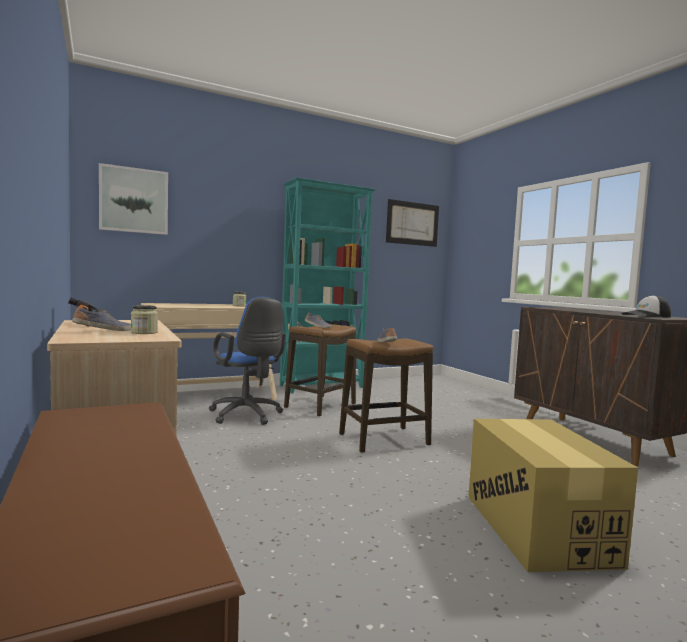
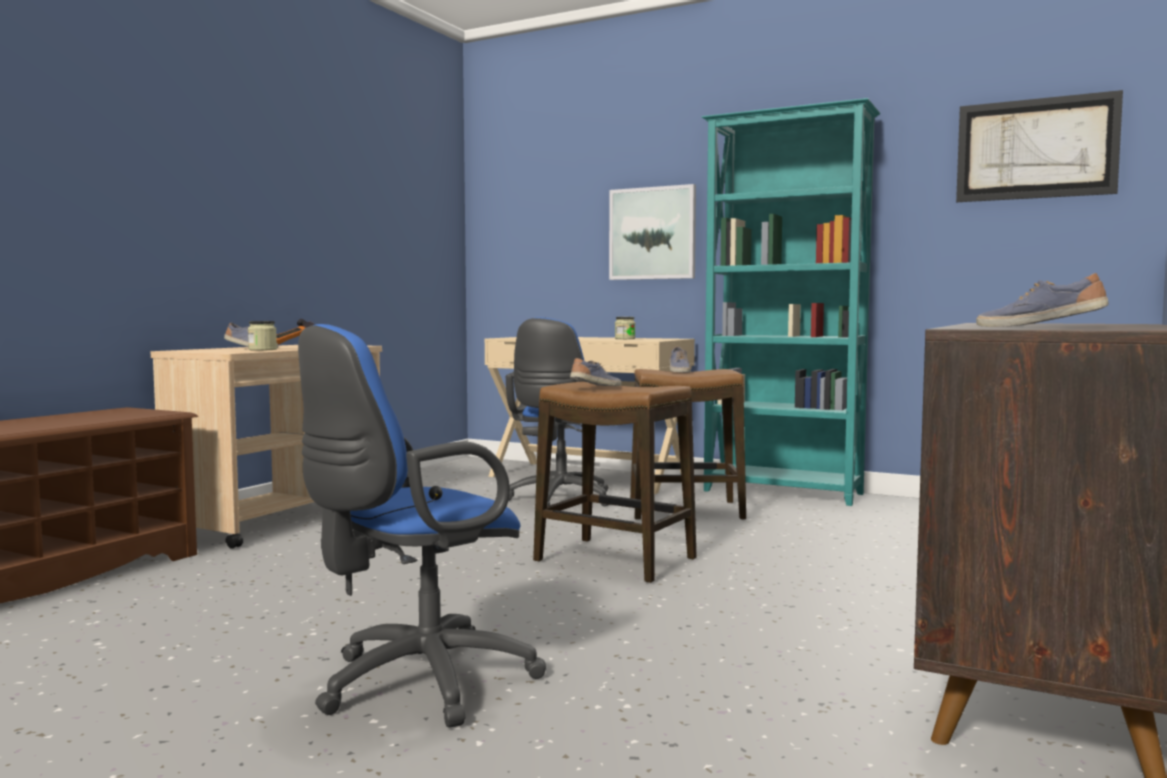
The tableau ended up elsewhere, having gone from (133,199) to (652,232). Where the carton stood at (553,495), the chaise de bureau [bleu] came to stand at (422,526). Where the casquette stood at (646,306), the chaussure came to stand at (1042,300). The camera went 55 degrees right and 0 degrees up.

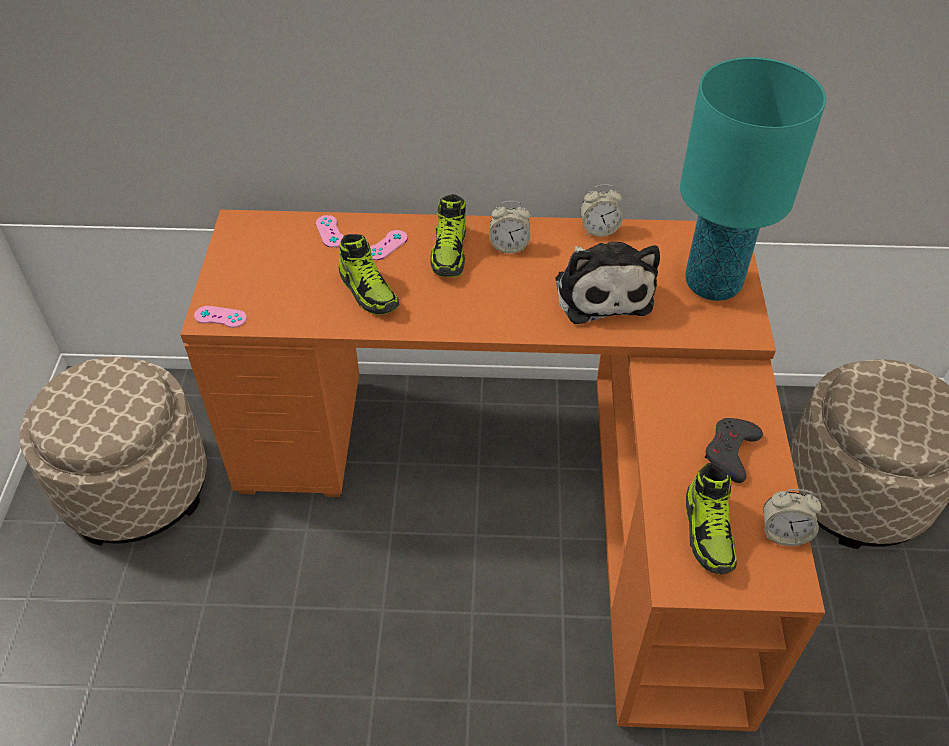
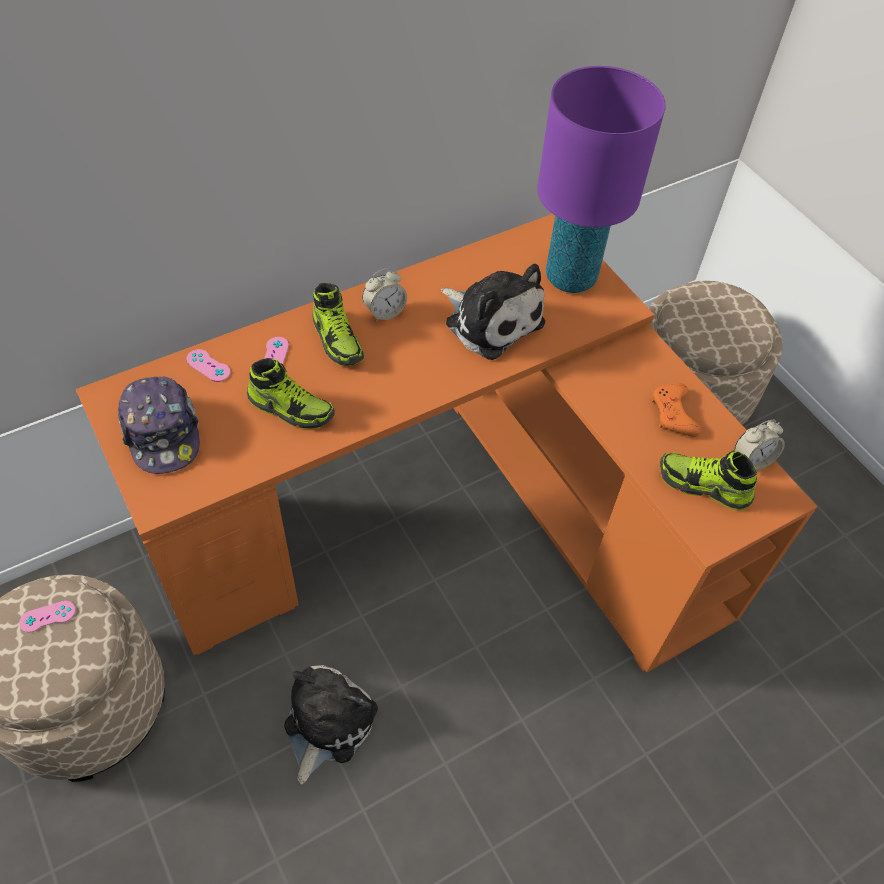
The second view lost the réveil at (601,210). The second view gained the casquette at (159,425). The second view gained the peluche at (331,724). The manette [rose] ended up elsewhere, having gone from (220,317) to (47,617). What was the lampe de table [turquoise] at (753,179) turned into the lampe de table [violet] at (601,179). What was the manette [gris] at (734,450) turned into the manette [orange] at (676,409). The chaussure at (711,519) ended up facing another way, 150 degrees clockwise from before. The camera went 35 degrees left and 5 degrees up.

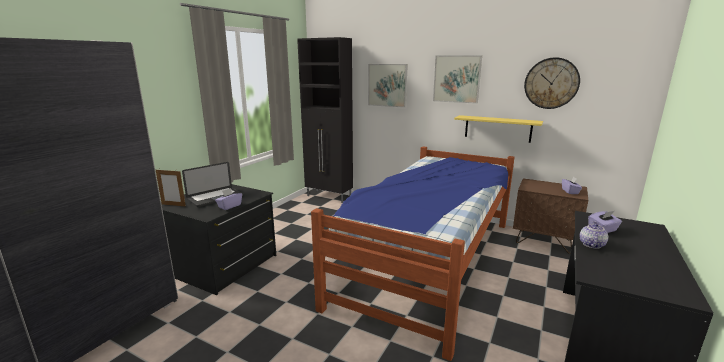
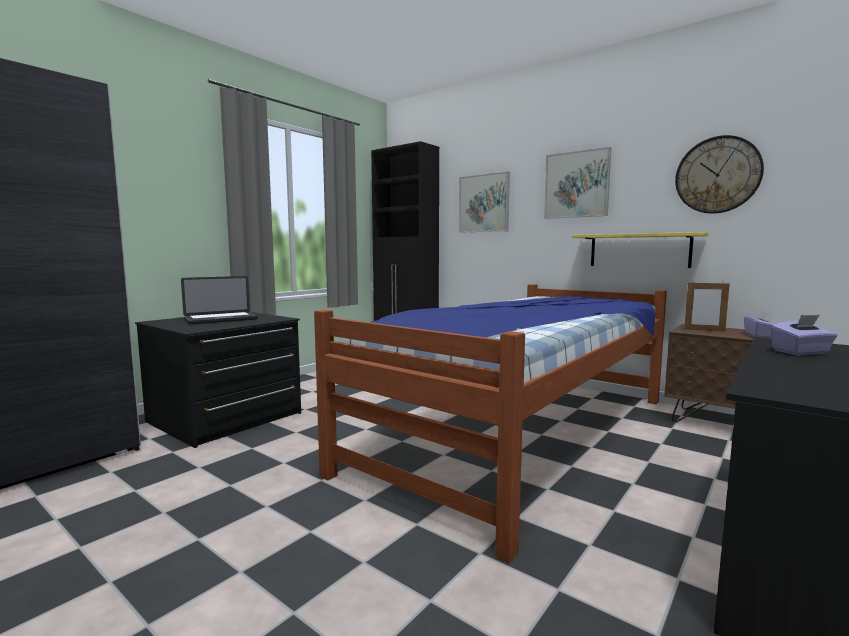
The second view lost the boîte à mouchoirs [violet] at (228,199). The second view lost the théière at (593,235). The cadre photo ended up elsewhere, having gone from (171,188) to (707,307). The camera went 10 degrees right and 10 degrees down.

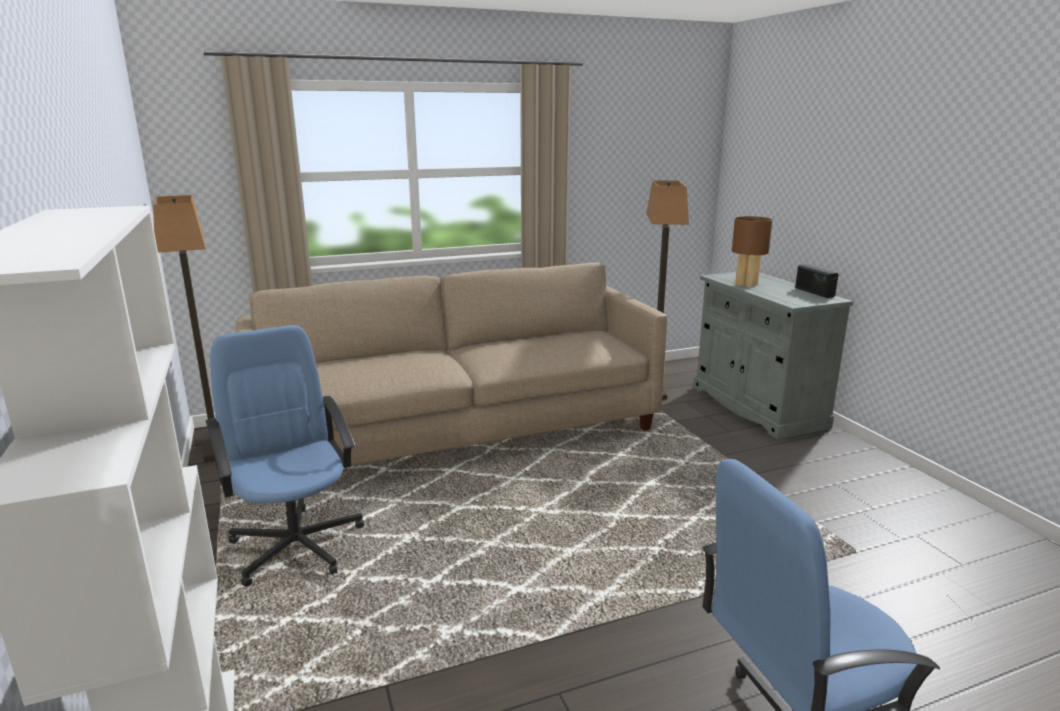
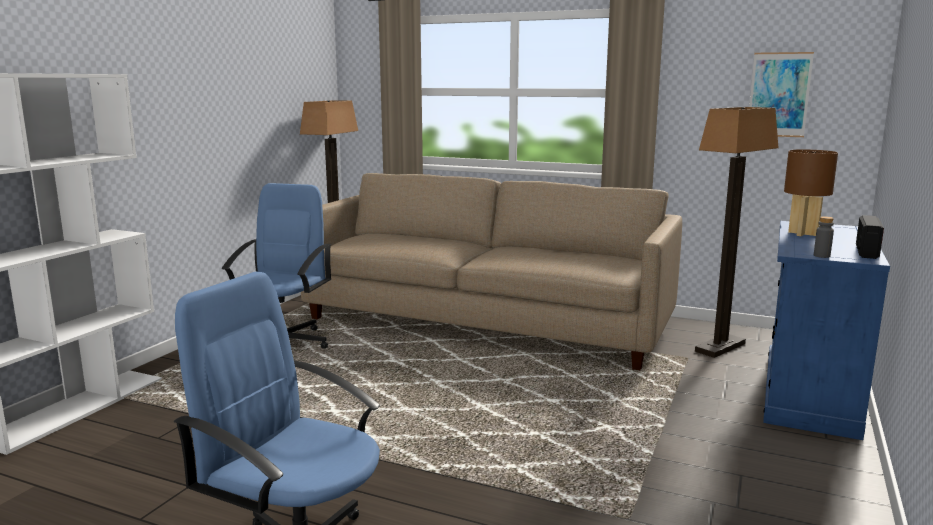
The second view gained the tableau at (781,94). The second view gained the bouteille [gris] at (824,237). What was the meuble de rangement [gris] at (773,355) turned into the meuble de rangement [bleu] at (826,330). The camera went 45 degrees right and 5 degrees down.

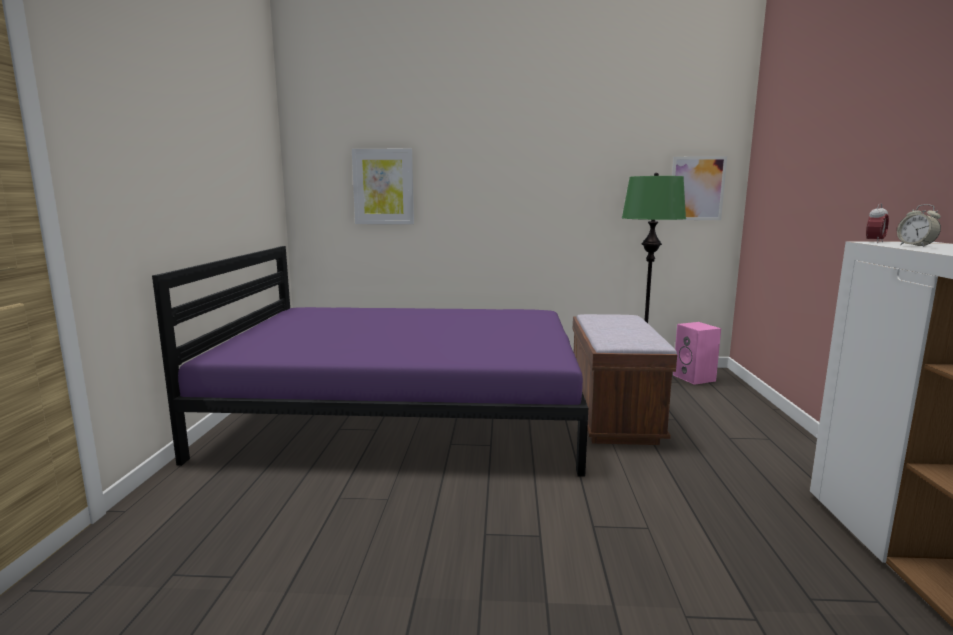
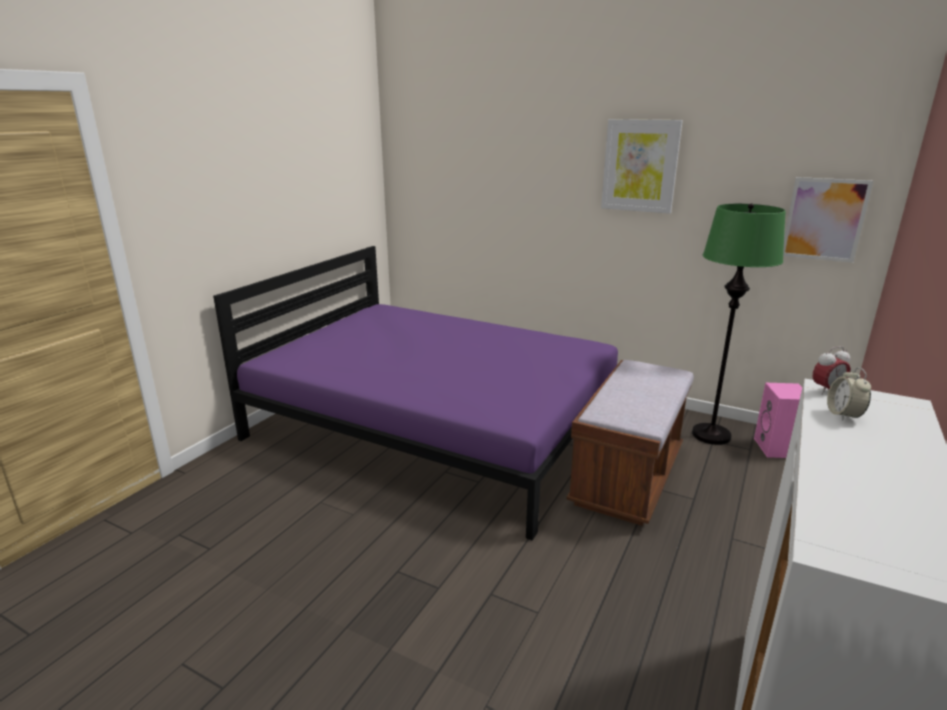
The tableau ended up elsewhere, having gone from (383,186) to (642,166). The camera went 25 degrees right and 10 degrees up.

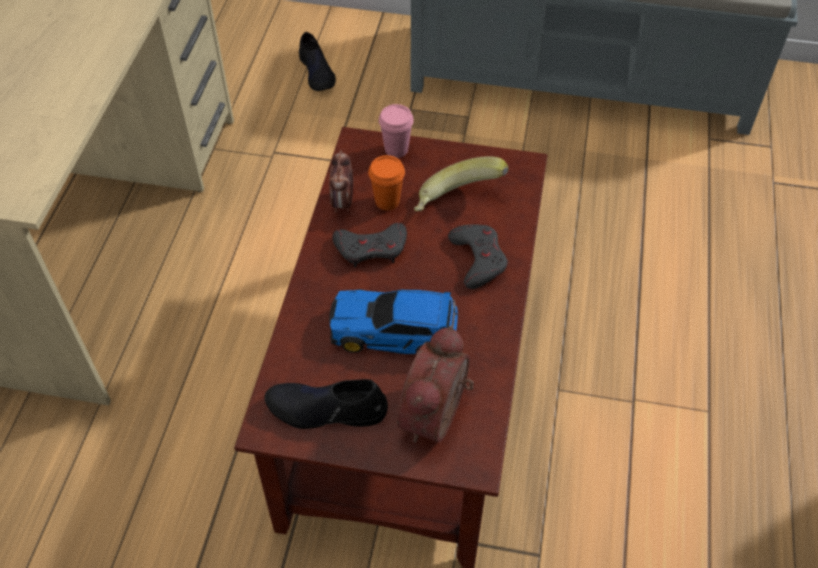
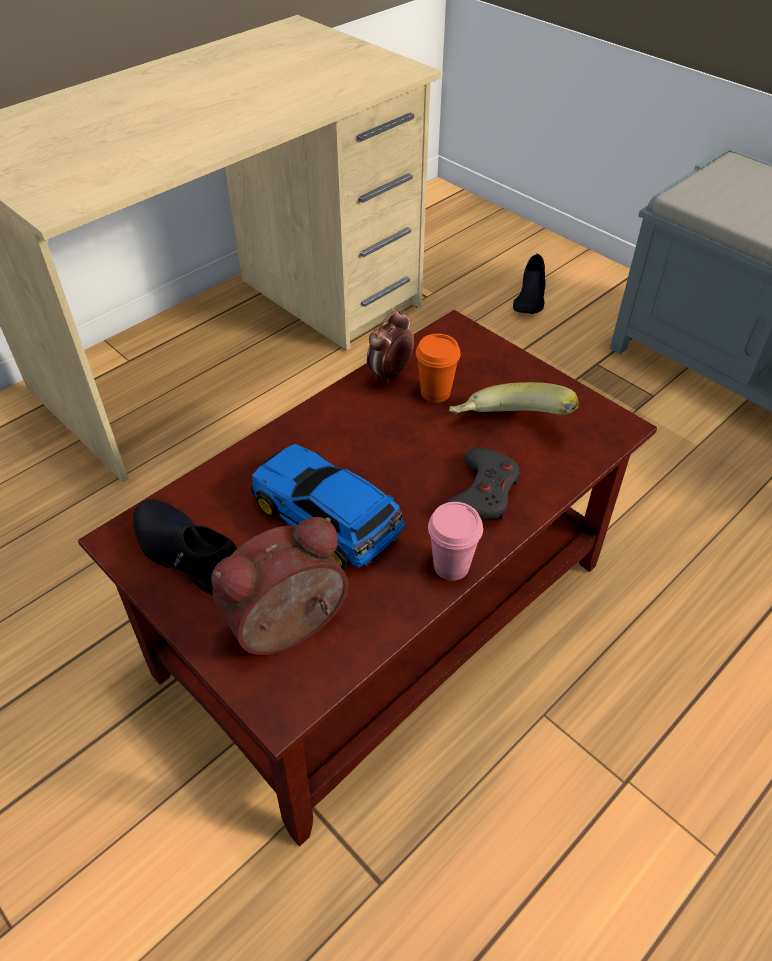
The second view lost the manette [gris] at (369,245). The tasse [rose] ended up elsewhere, having gone from (396,131) to (455,541). The camera went 35 degrees right and 5 degrees down.

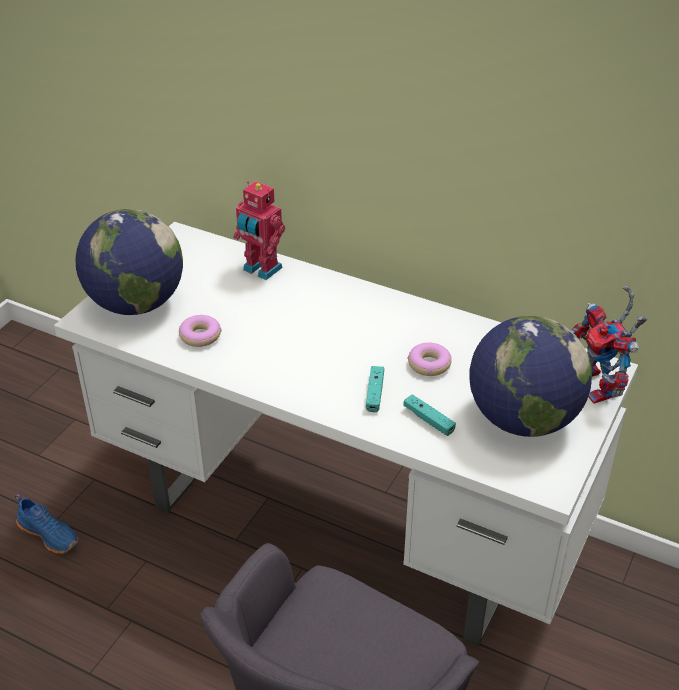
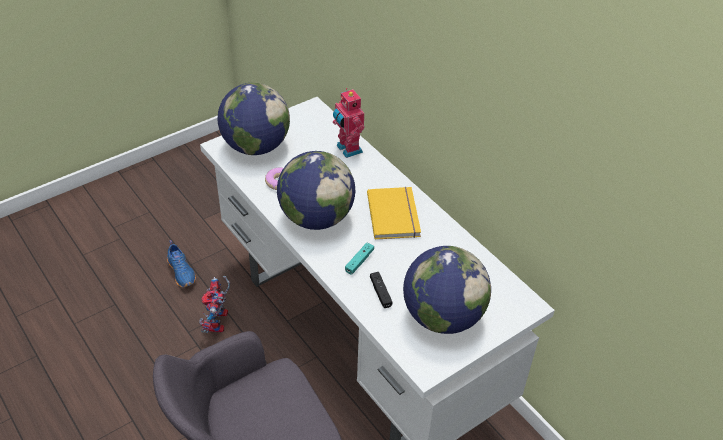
The second view lost the beignet at (430,359). The second view gained the globe at (316,190). The second view gained the livre [jaune] at (394,213). The robot jouet ended up elsewhere, having gone from (608,344) to (214,304). What was the manette [turquoise] at (429,415) turned into the manette [noir] at (381,290). The camera went 25 degrees right and 5 degrees up.

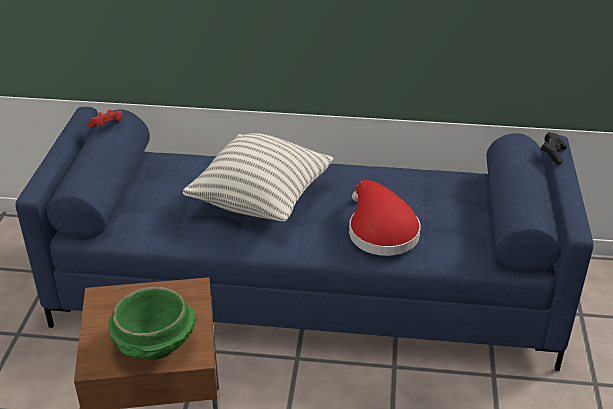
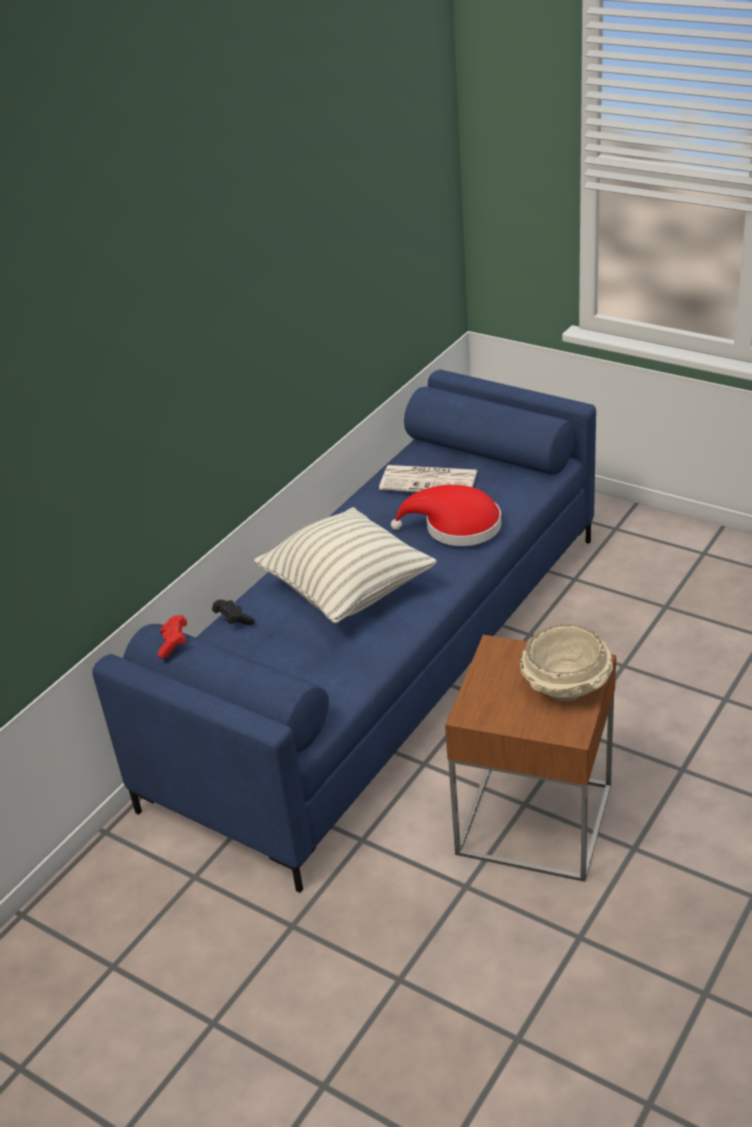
The second view gained the journal at (428,478). The manette [noir] ended up elsewhere, having gone from (554,148) to (233,612). What was the bol [vert] at (152,323) turned into the bol [beige] at (566,663). The camera went 60 degrees left and 0 degrees up.

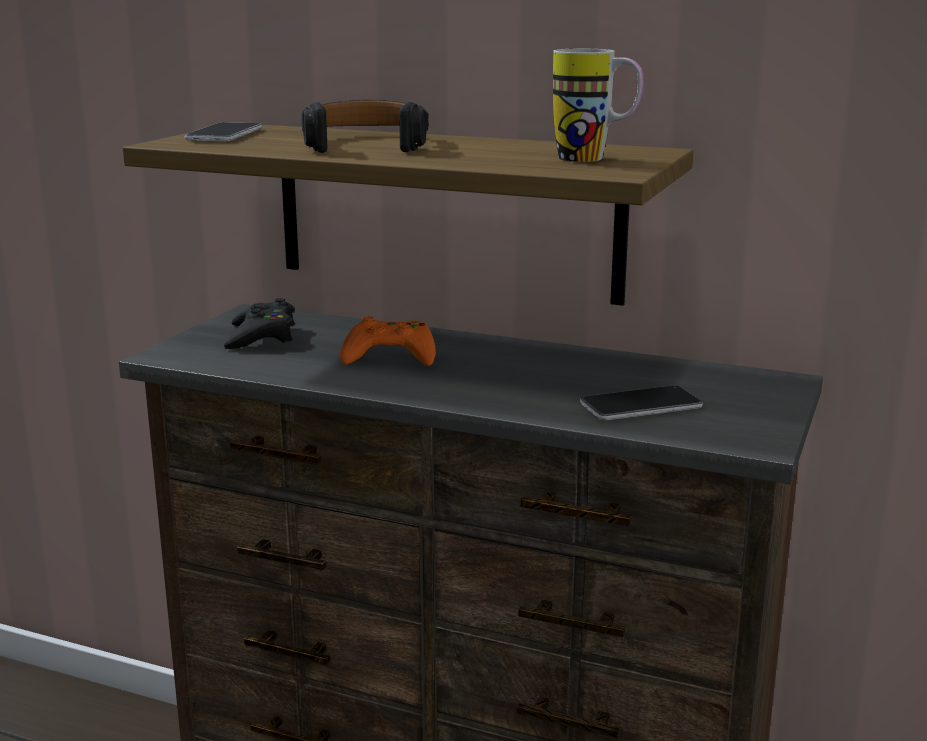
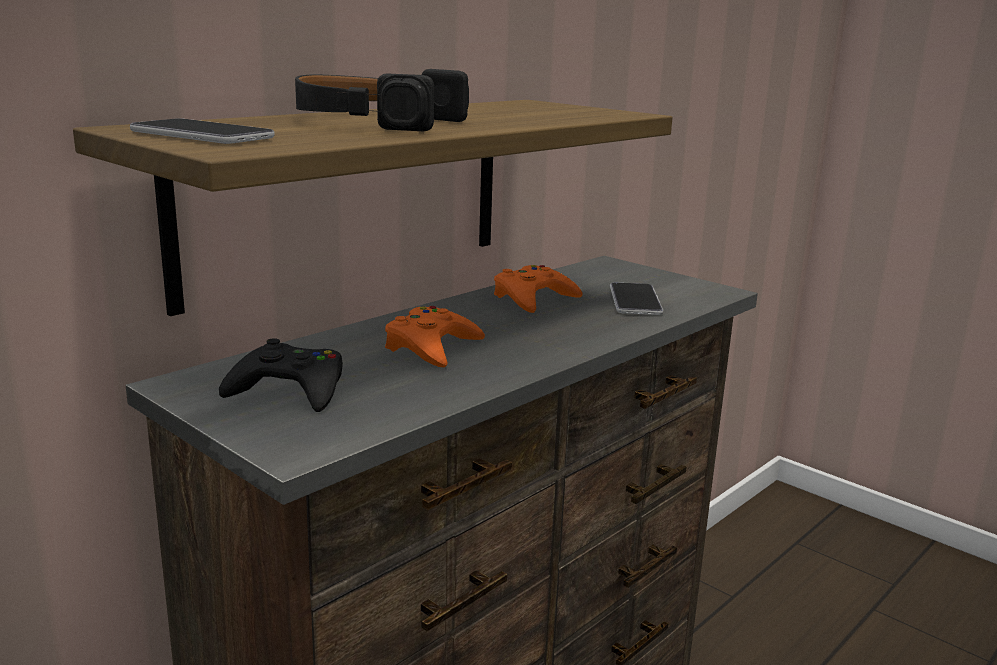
The second view lost the mug at (598,105). The second view gained the manette [orange] at (538,289). The camera went 70 degrees left and 0 degrees up.

